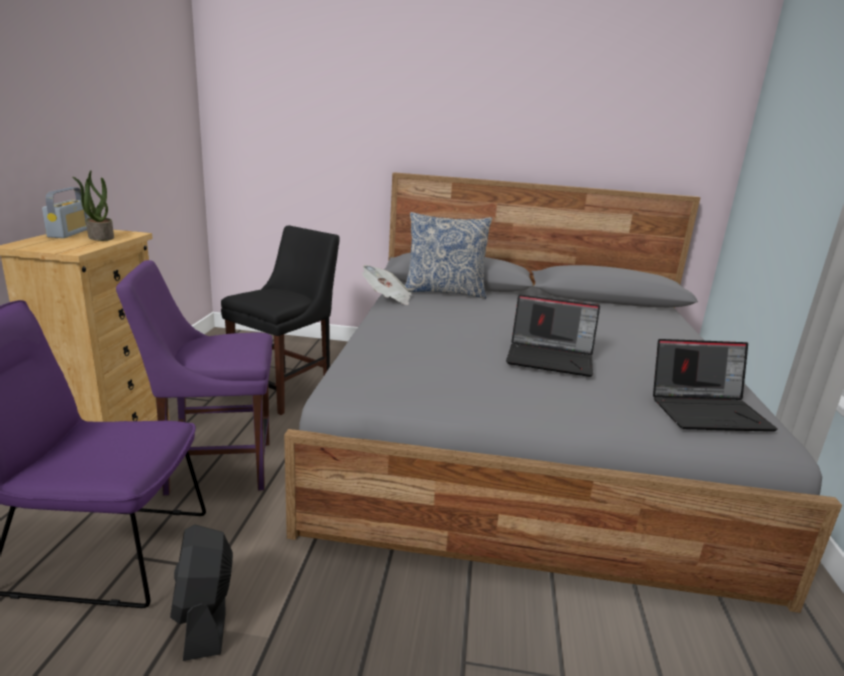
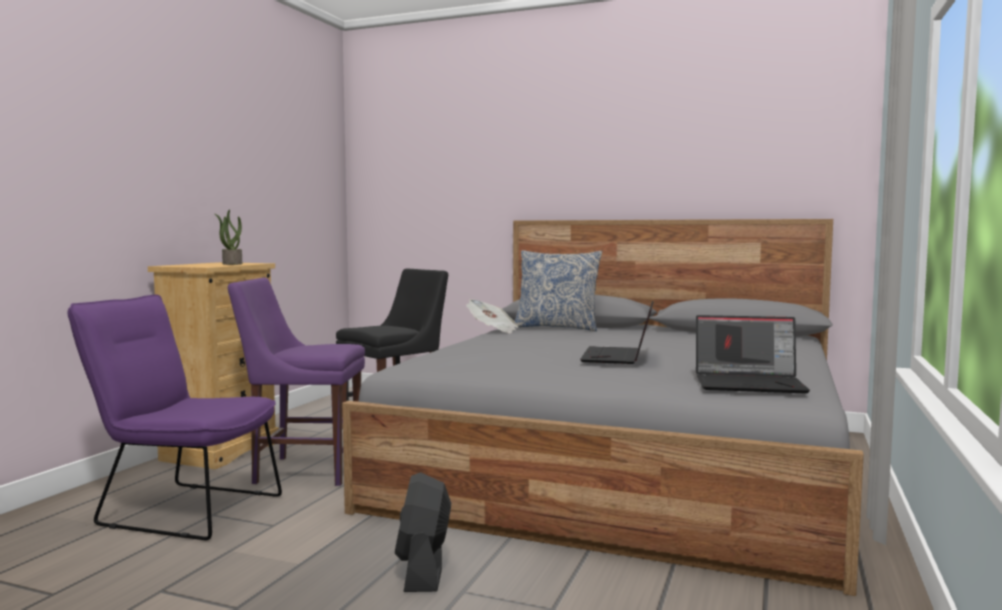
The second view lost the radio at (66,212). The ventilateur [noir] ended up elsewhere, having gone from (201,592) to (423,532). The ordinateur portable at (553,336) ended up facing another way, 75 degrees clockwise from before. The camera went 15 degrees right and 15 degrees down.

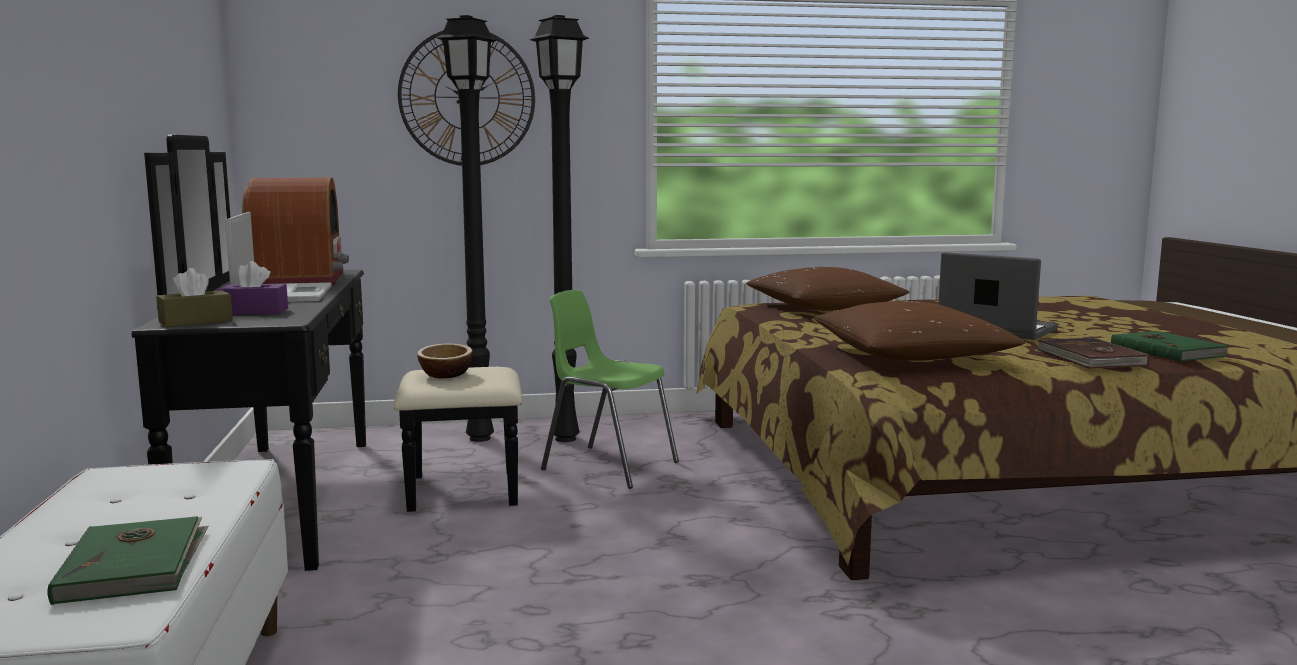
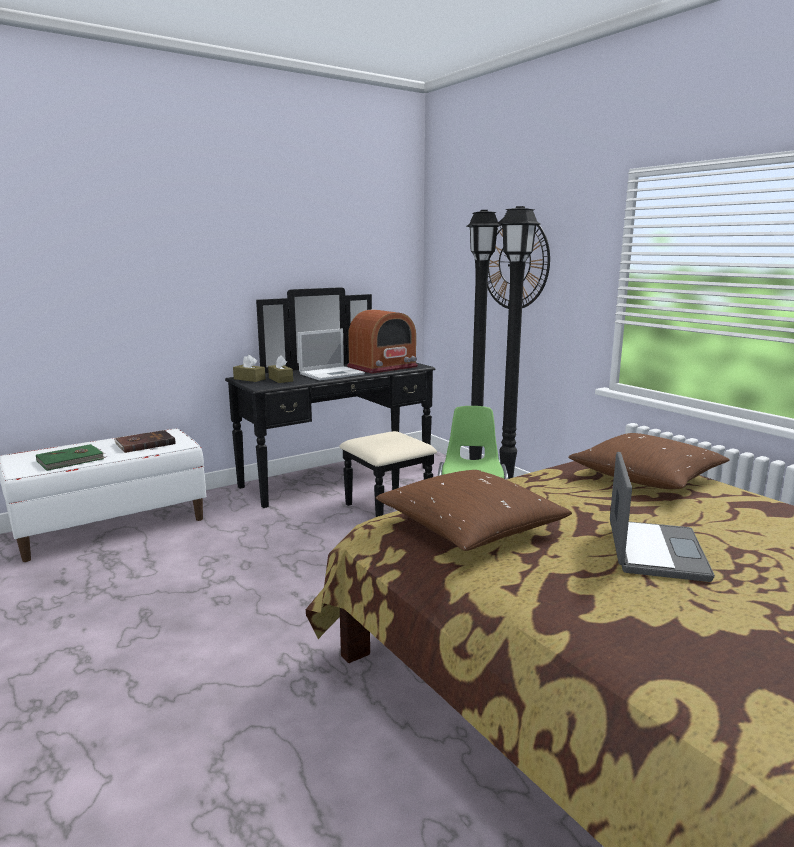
The second view lost the bol at (444,360). The second view lost the livre [vert] at (1170,346). The livre [marron] ended up elsewhere, having gone from (1093,353) to (145,441). What was the boîte à mouchoirs [violet] at (252,288) turned into the boîte à mouchoirs [marron] at (280,369). The camera went 65 degrees right and 5 degrees up.

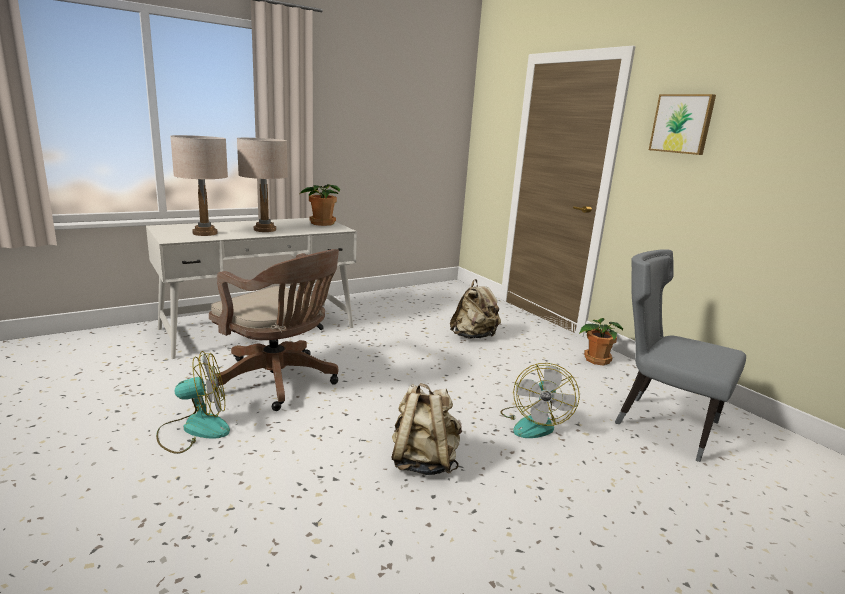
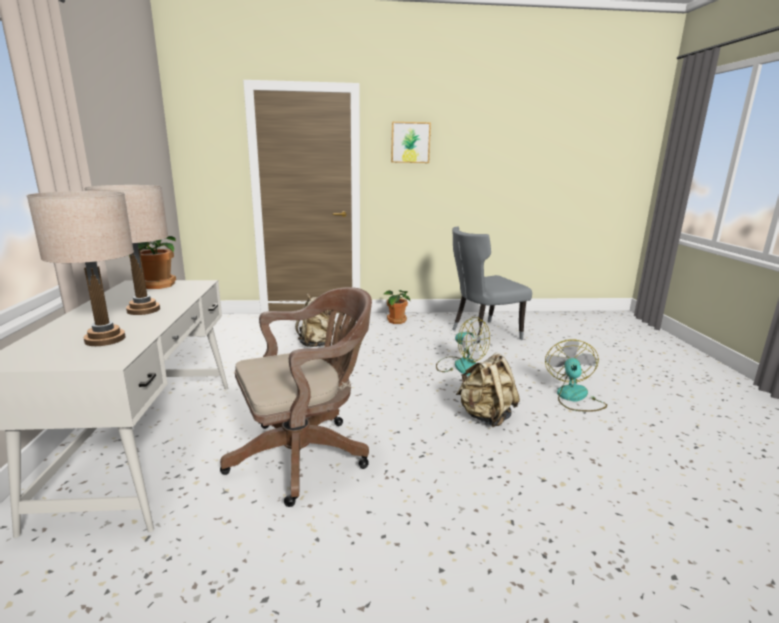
The ventilateur ended up elsewhere, having gone from (193,402) to (576,375). The camera went 60 degrees left and 0 degrees up.

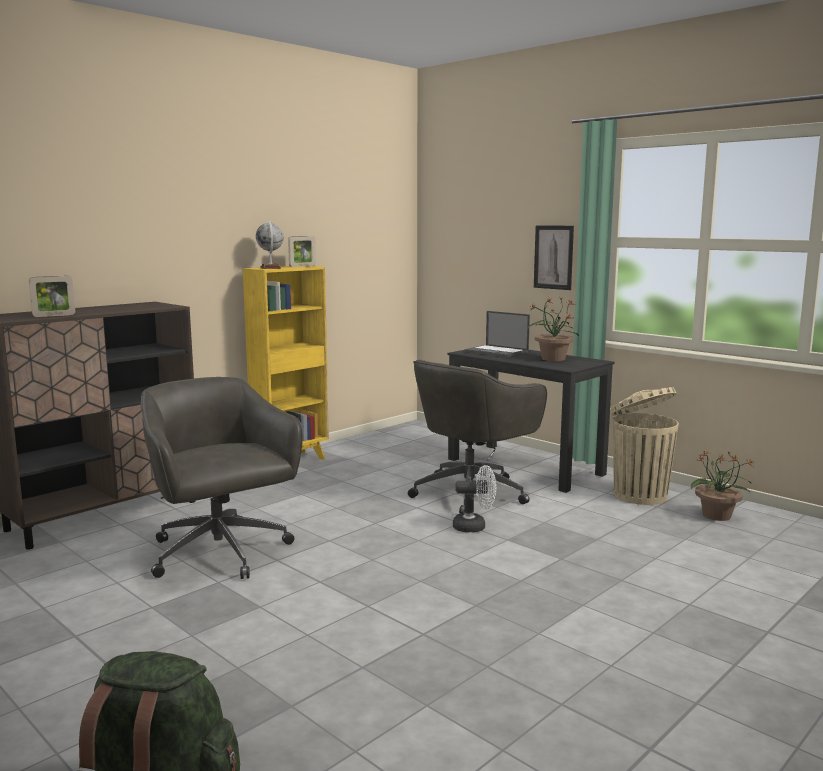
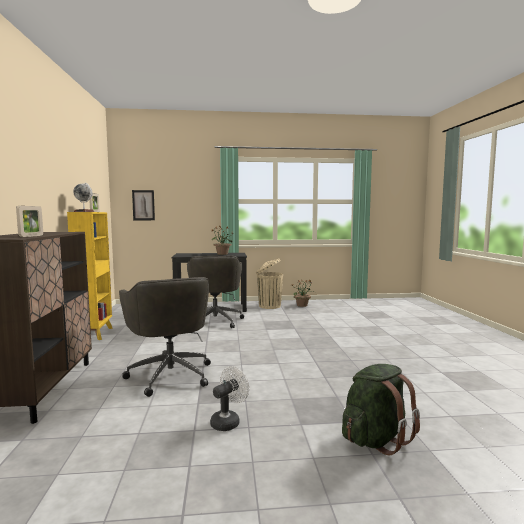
The second view lost the ordinateur portable at (497,334). The ventilateur [blanc] ended up elsewhere, having gone from (474,498) to (229,398). The tableau ended up elsewhere, having gone from (554,257) to (143,205). The chaise de bureau [gris] at (222,478) ended up facing another way, 120 degrees counterclockwise from before. The camera went 50 degrees left and 5 degrees down.

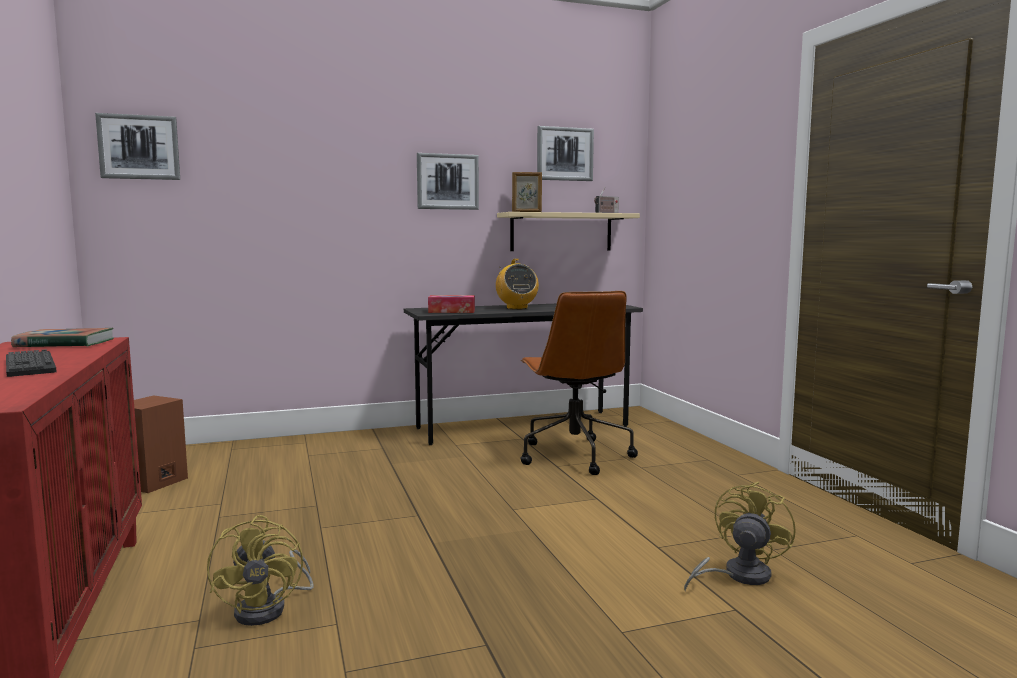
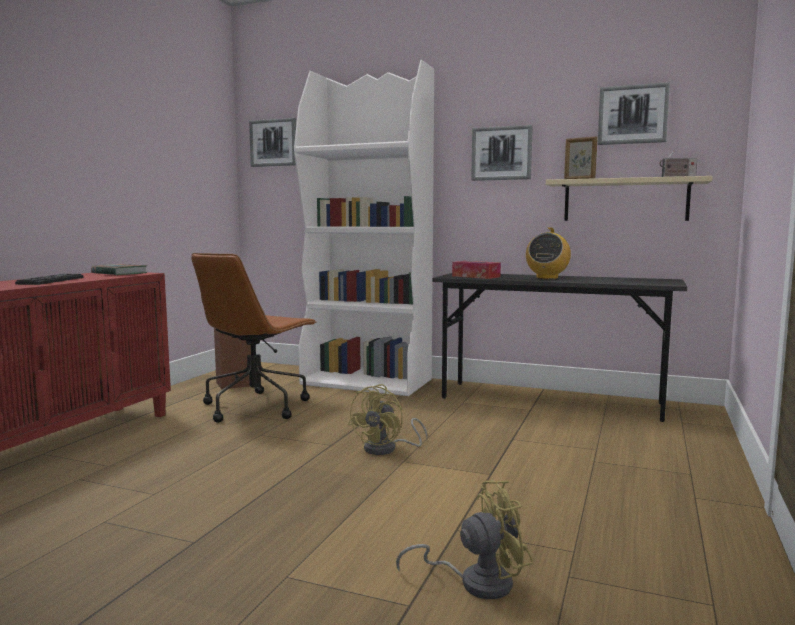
The second view gained the bibliothèque [blanc] at (364,228). The ventilateur [jaune] ended up elsewhere, having gone from (260,570) to (388,419). The chaise de bureau [marron] ended up elsewhere, having gone from (579,383) to (253,338). The camera went 40 degrees right and 0 degrees up.

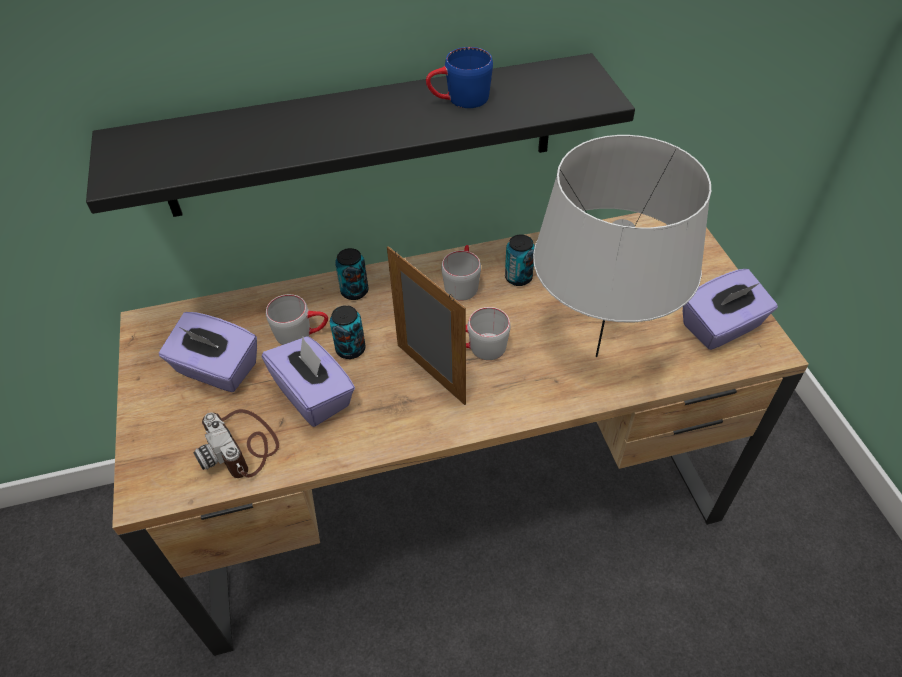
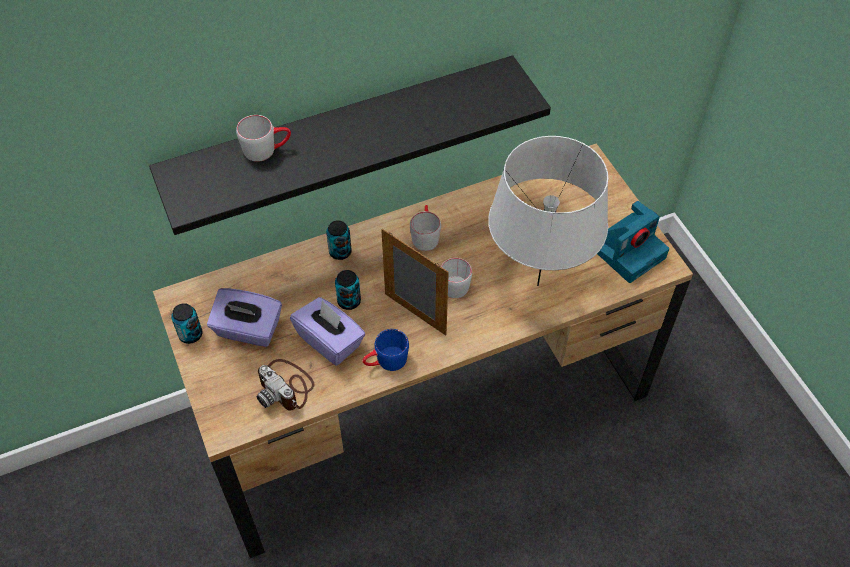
The mug [gris] ended up elsewhere, having gone from (297,319) to (263,138). The mug [bleu] ended up elsewhere, having gone from (459,77) to (385,350). The boîte métallique ended up elsewhere, having gone from (520,260) to (187,323). Where the boîte à mouchoirs [violet] stood at (730,309), the appareil photo came to stand at (633,242). The camera went 10 degrees left and 5 degrees up.

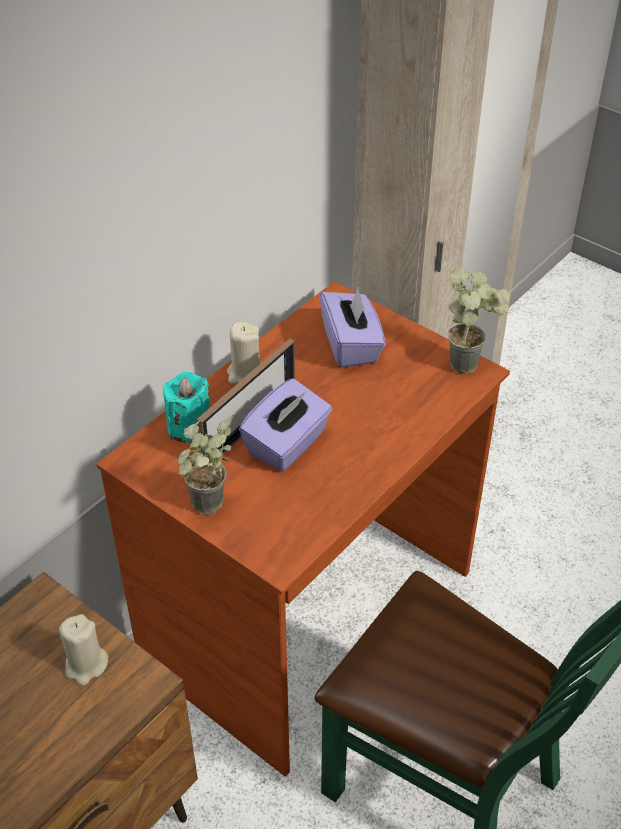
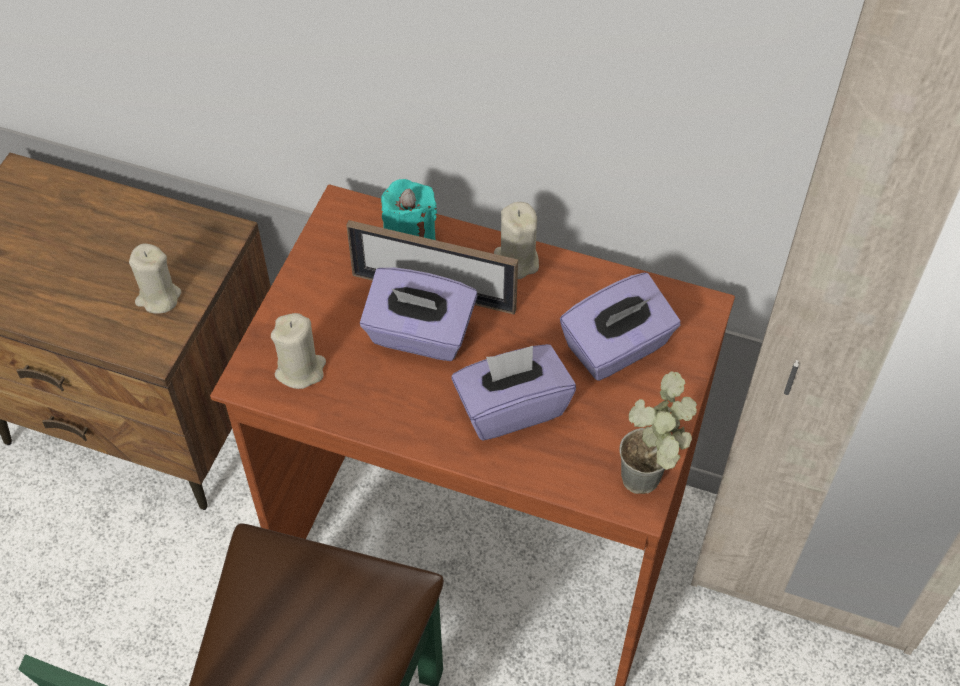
The second view lost the plante en pot at (205,465). The second view gained the bougie [beige] at (298,351). The second view gained the boîte à mouchoirs [violet] at (513,392). The camera went 70 degrees right and 10 degrees up.

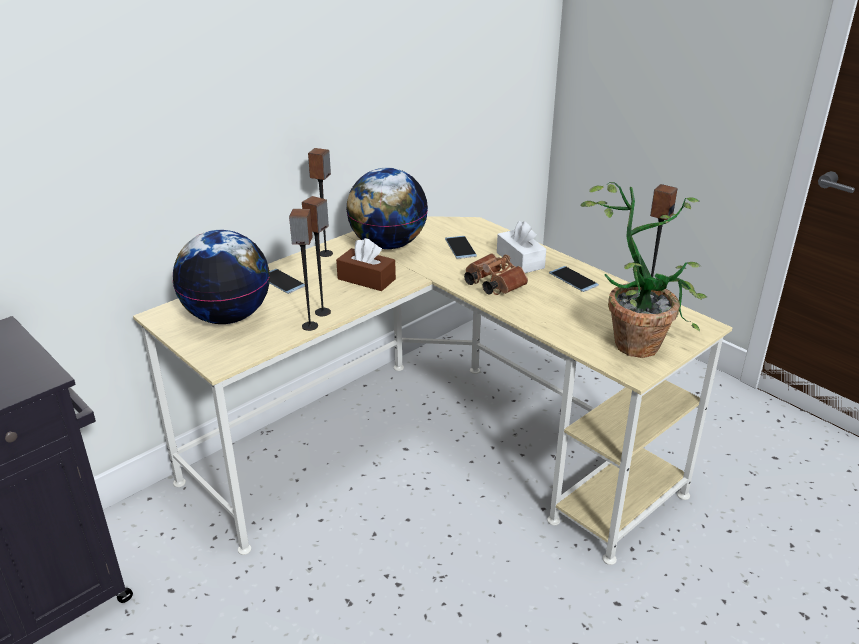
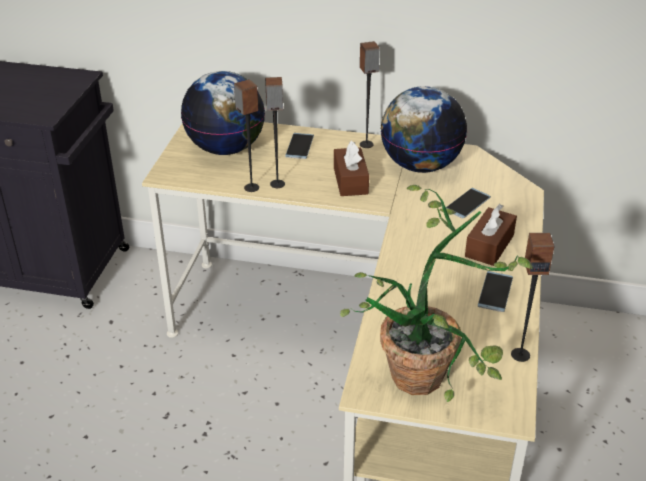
The second view lost the jumelles [marron] at (496,274). What was the boîte à mouchoirs [blanc] at (521,247) turned into the boîte à mouchoirs [marron] at (491,235). The camera went 55 degrees right and 5 degrees up.

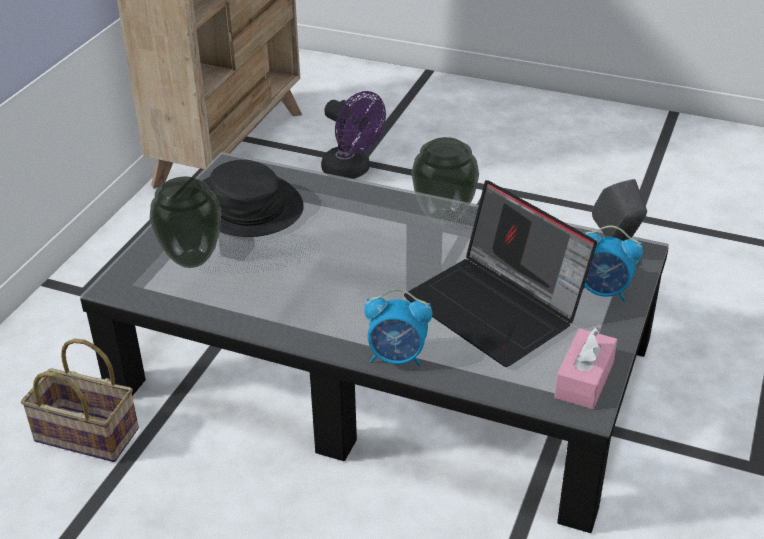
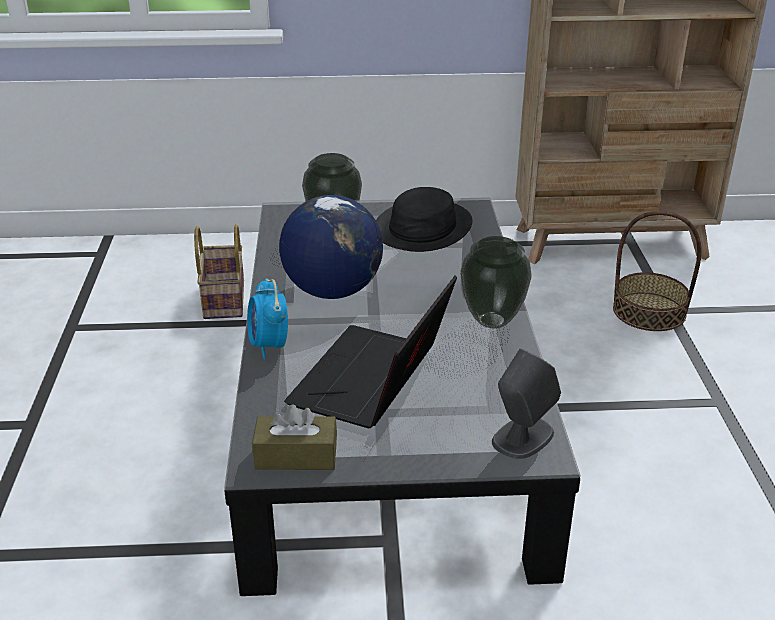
The second view lost the réveil at (612,264). The second view gained the globe at (331,247). Where the ventilateur [violet] stood at (353,135), the panier came to stand at (657,271). What was the boîte à mouchoirs [rose] at (585,368) turned into the boîte à mouchoirs [marron] at (294,437). The camera went 65 degrees right and 5 degrees down.

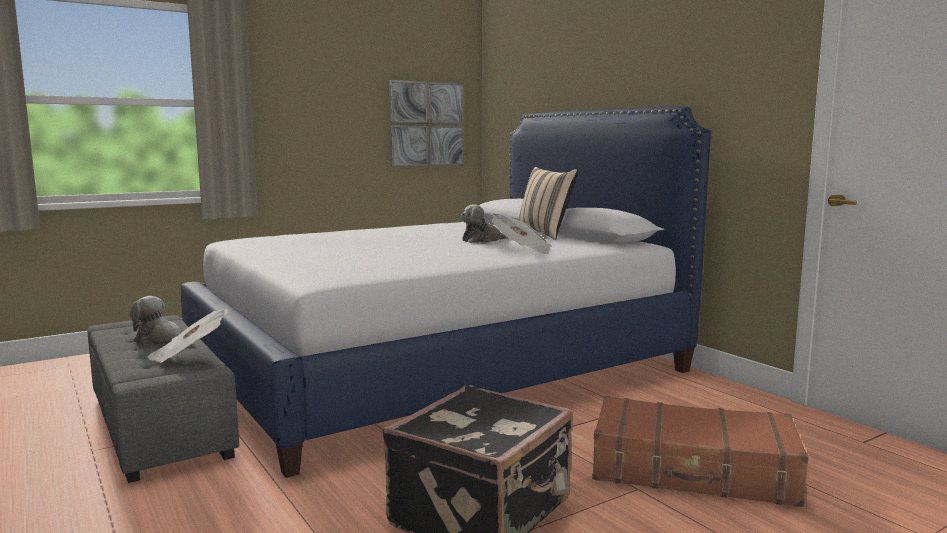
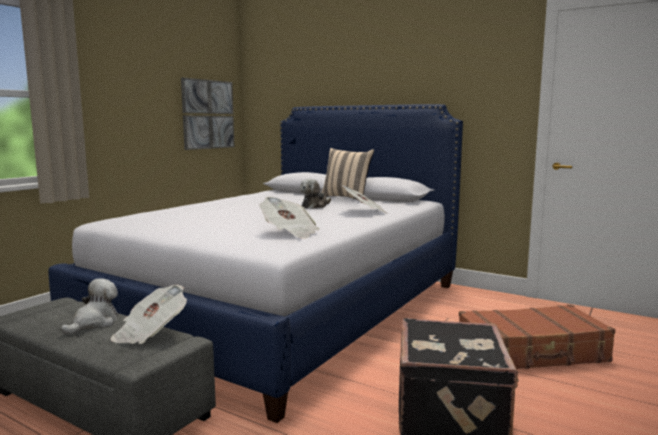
The second view gained the journal at (289,218). The peluche at (155,320) ended up facing another way, 120 degrees clockwise from before. The camera went 25 degrees left and 0 degrees up.

